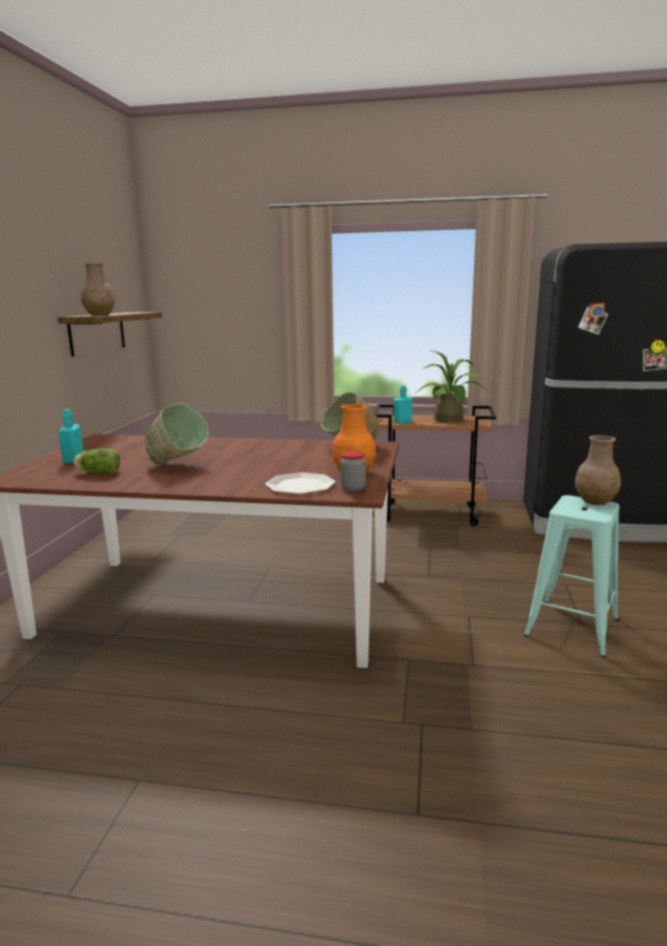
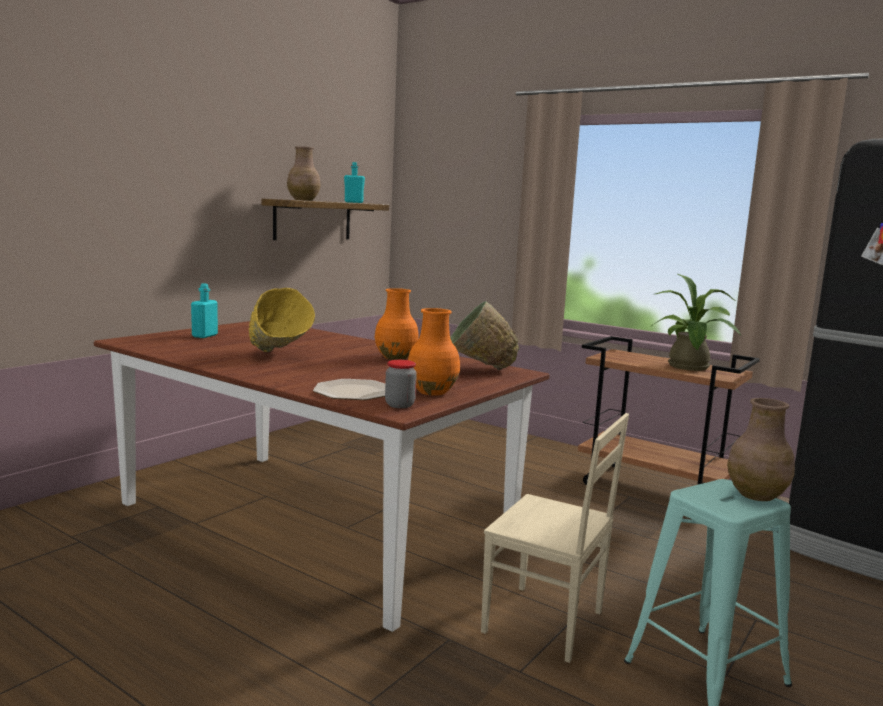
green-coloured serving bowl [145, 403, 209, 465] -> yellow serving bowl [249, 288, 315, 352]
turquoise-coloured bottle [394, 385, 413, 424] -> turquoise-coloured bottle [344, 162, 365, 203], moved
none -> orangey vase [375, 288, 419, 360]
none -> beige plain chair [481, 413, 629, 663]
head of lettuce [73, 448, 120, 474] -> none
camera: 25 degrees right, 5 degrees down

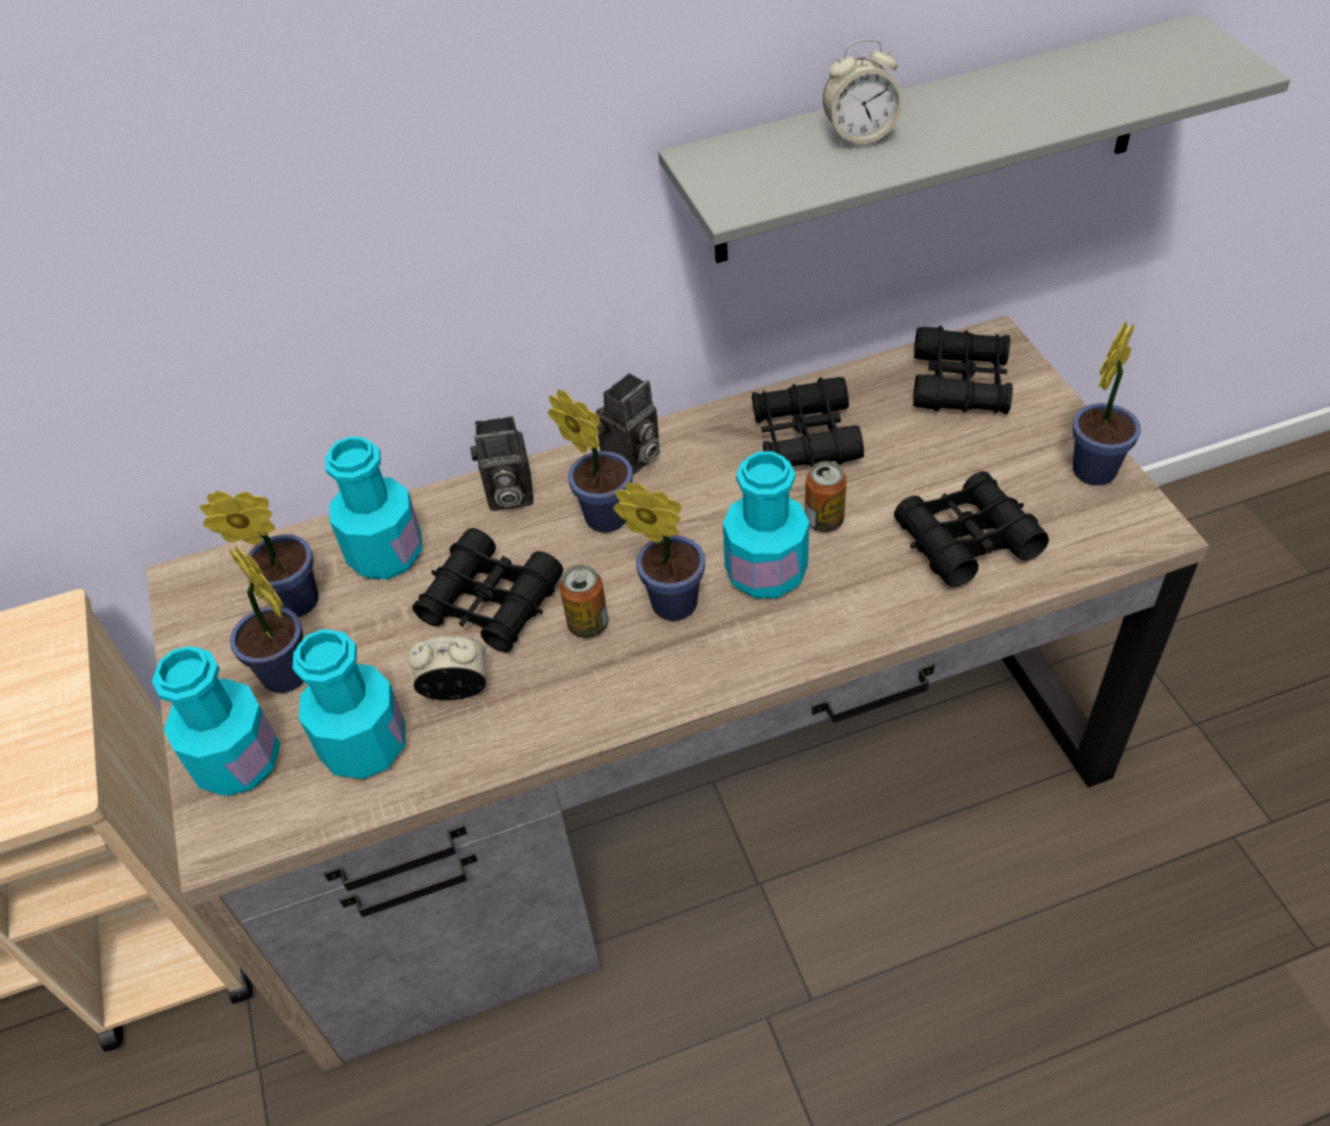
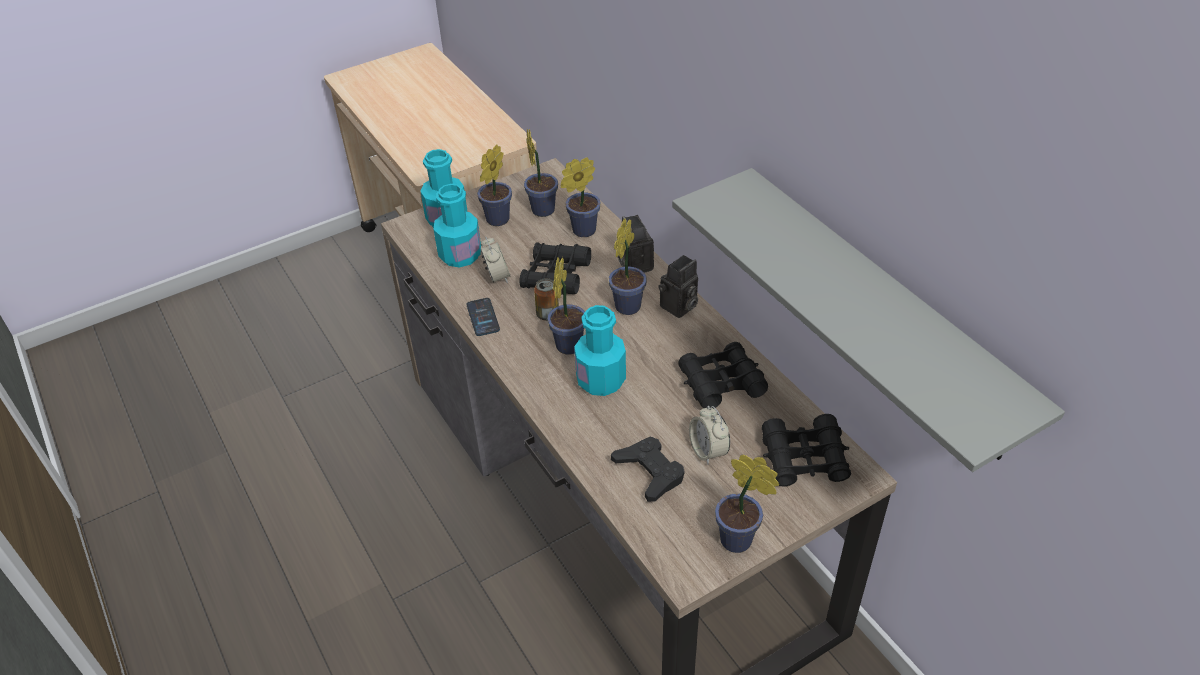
none -> telephone [466, 298, 500, 336]
turquoise-coloured bottle [325, 436, 423, 579] -> potted plant [561, 157, 601, 237]
black field glasses [894, 471, 1049, 587] -> black joypad [611, 436, 685, 502]
photo camera [596, 373, 660, 474] -> photo camera [658, 255, 698, 318], 75 degrees counterclockwise
alarm clock [823, 39, 903, 146] -> alarm clock [689, 406, 730, 465], moved
metal can [805, 461, 847, 532] -> none
camera: 75 degrees right, 5 degrees down

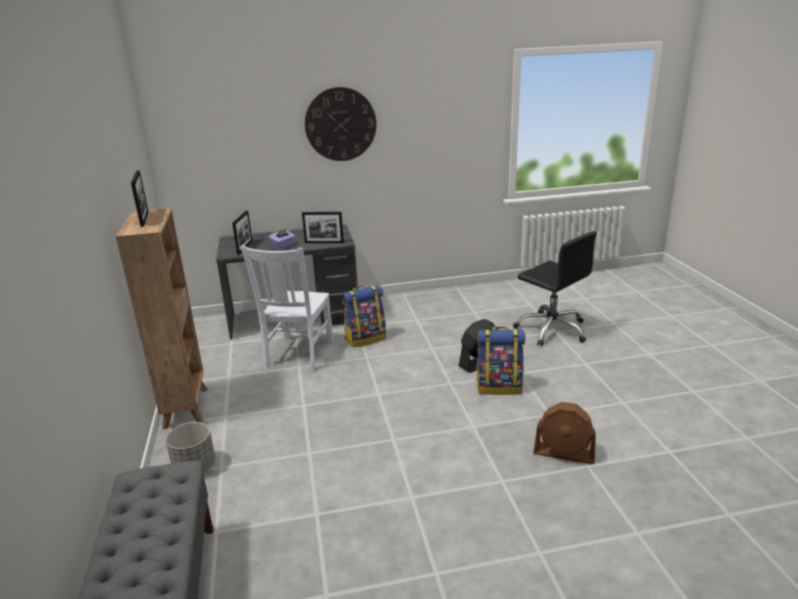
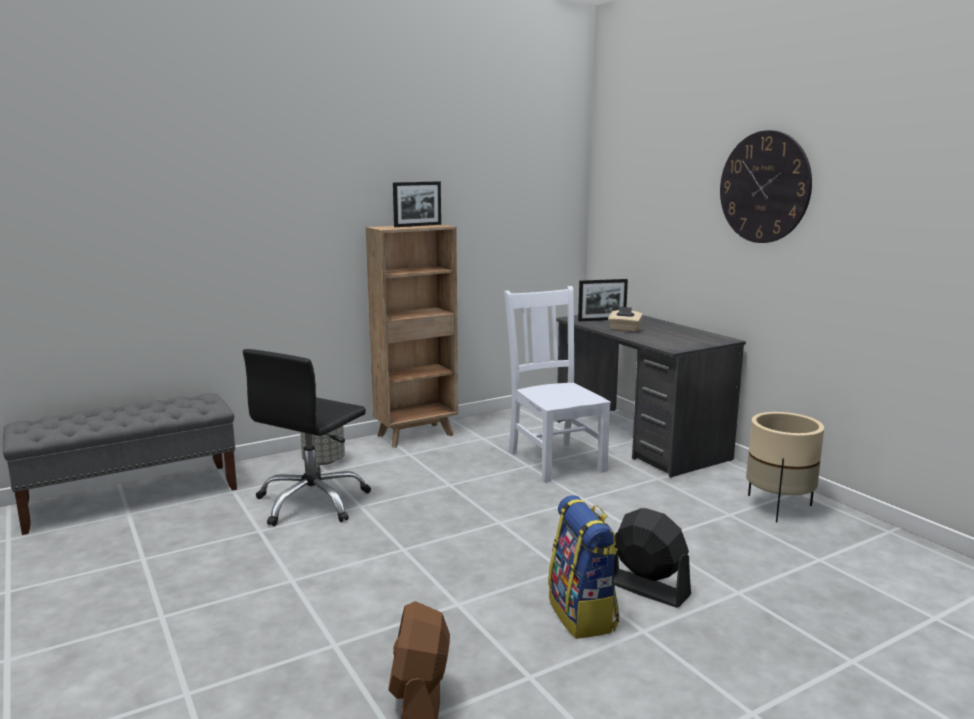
black office chair [513, 231, 597, 346] -> black office chair [243, 349, 371, 526], moved
whitish plain chair [241, 246, 334, 372] -> whitish plain chair [504, 286, 611, 483], 75 degrees clockwise
purple-coloured tissue box [268, 228, 296, 250] -> beige tissue box [608, 306, 643, 332]
none -> beige planter [746, 412, 824, 522]
standing frame [302, 212, 344, 243] -> none
rucksack [343, 285, 386, 348] -> none
camera: 70 degrees right, 10 degrees down

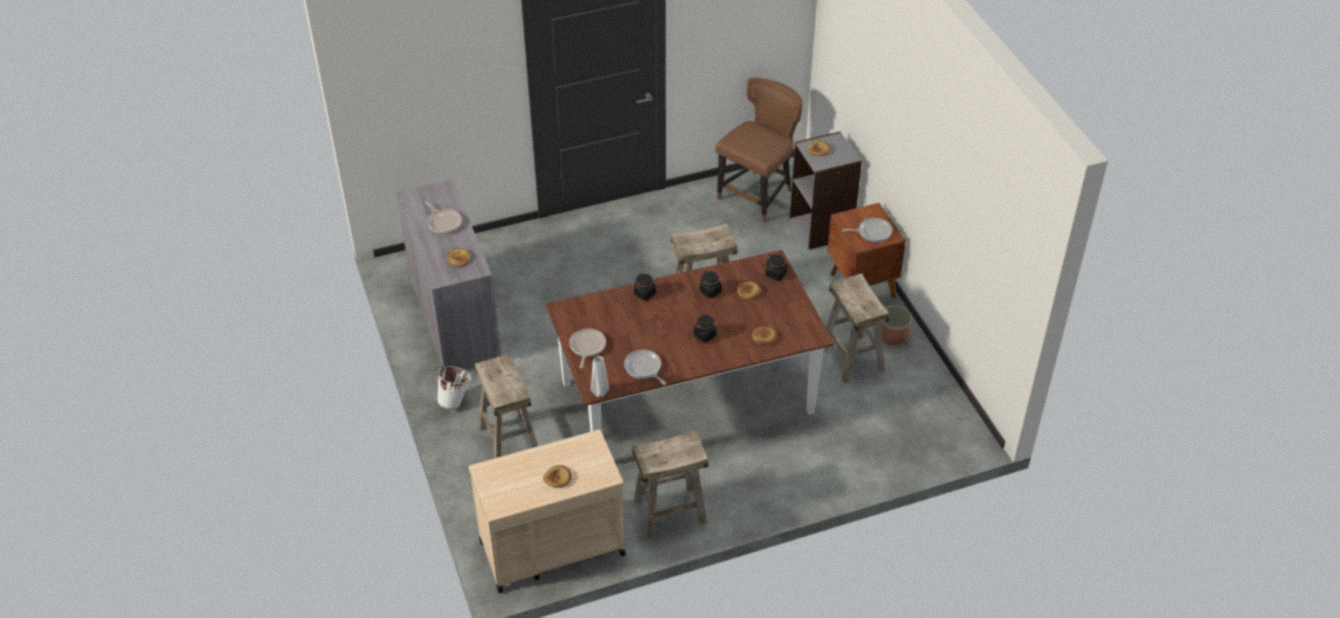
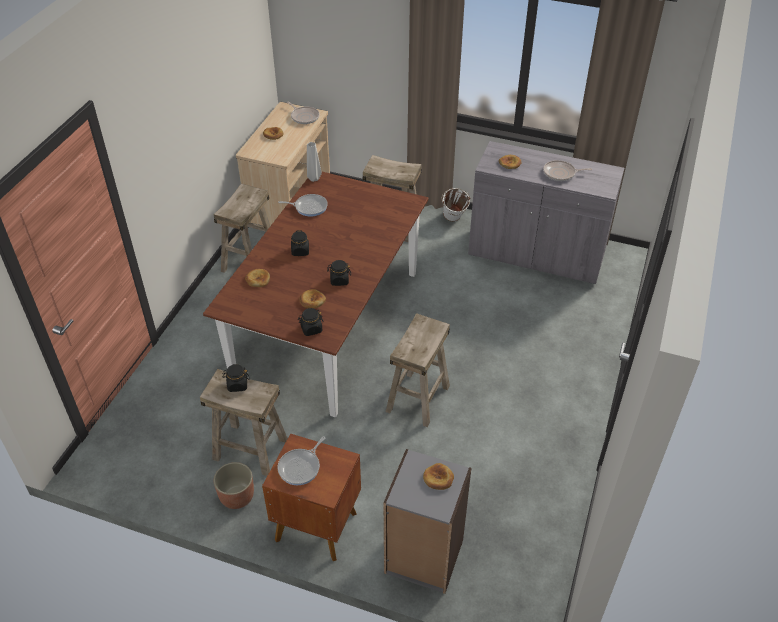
black storage jar [634, 274, 656, 301] -> black storage jar [223, 364, 249, 392], moved
pan [569, 329, 606, 368] -> pan [287, 102, 320, 124], moved
brown plain chair [716, 78, 803, 222] -> none
camera: 130 degrees right, 0 degrees up

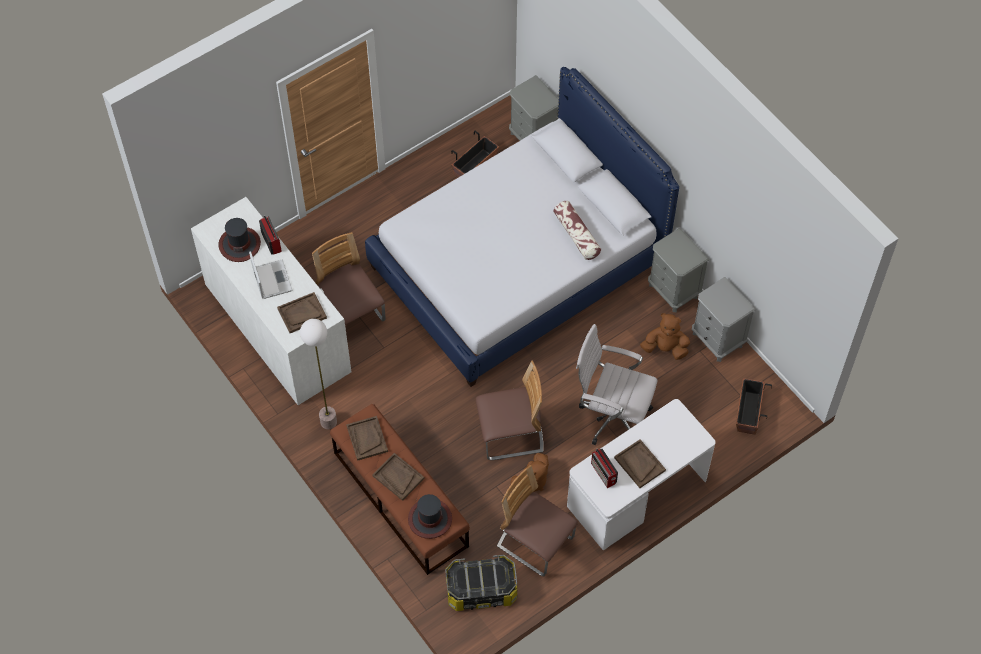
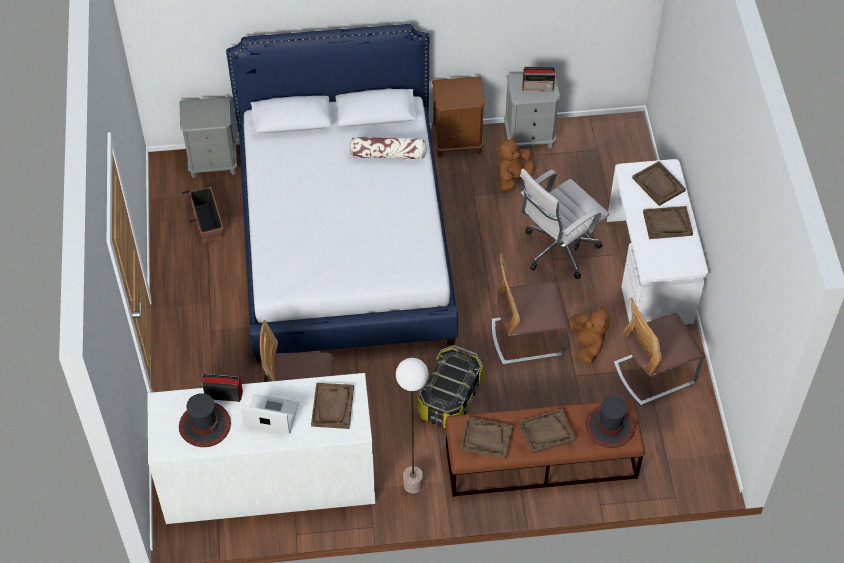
storage container [445, 555, 517, 611] -> storage container [417, 345, 483, 428], moved
greyish night table [648, 228, 709, 312] -> brown night table [432, 76, 486, 158]
plain chair [476, 361, 543, 460] -> plain chair [492, 254, 570, 365], 120 degrees counterclockwise
radio receiver [591, 449, 618, 488] -> radio receiver [522, 67, 556, 91], moved
none -> brown tray [632, 161, 686, 206]
planter [736, 378, 772, 435] -> none
camera: 60 degrees left, 5 degrees down

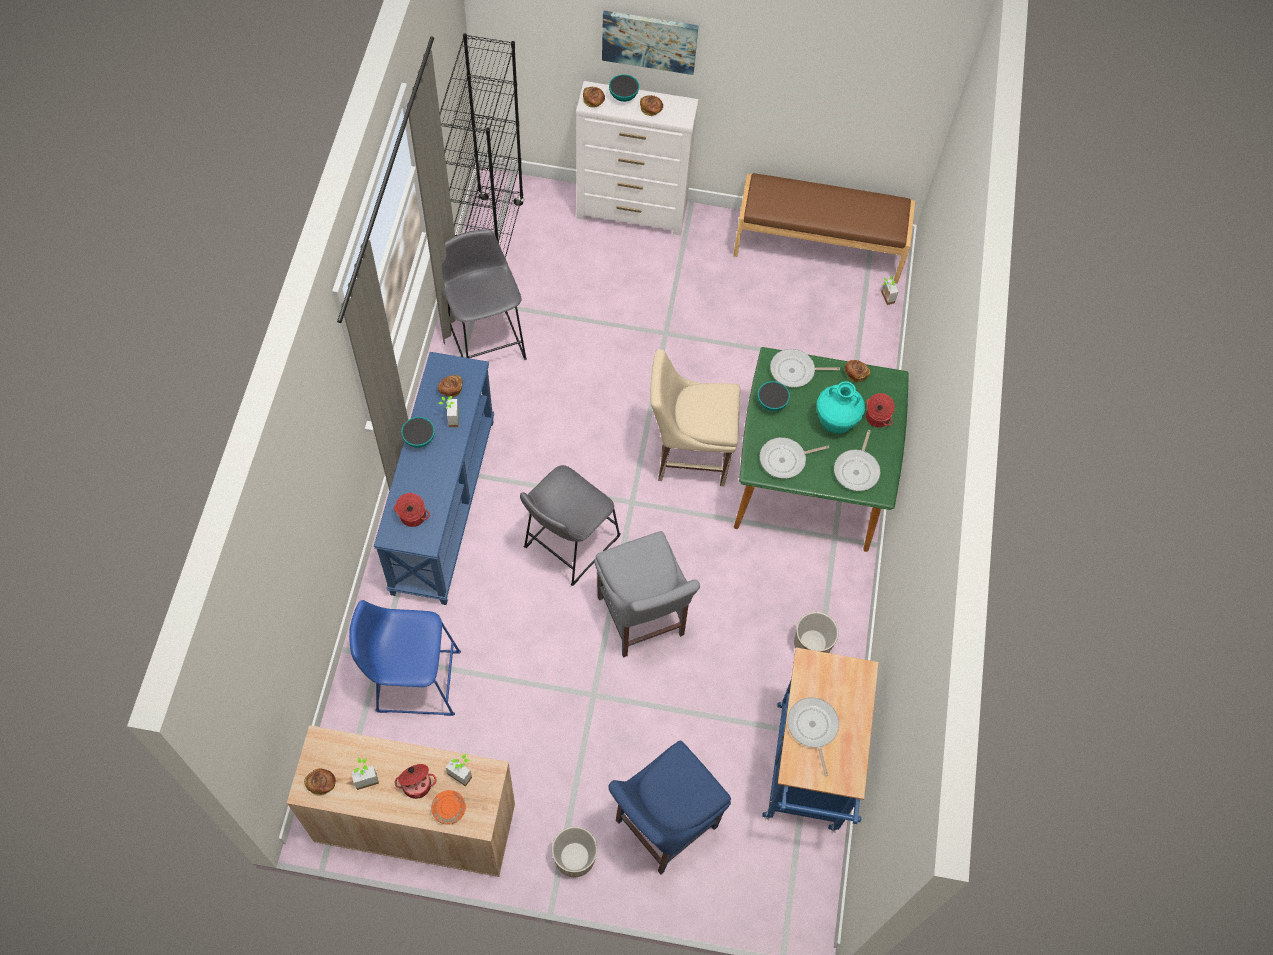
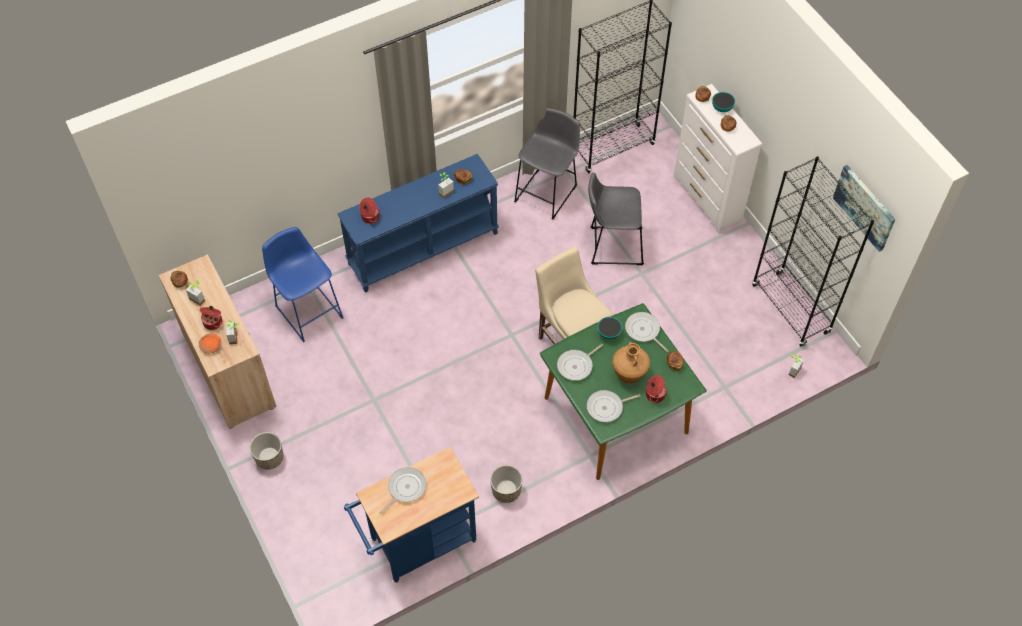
pan [760, 437, 829, 479] -> pan [557, 344, 603, 381], 75 degrees counterclockwise
greyish stool [520, 465, 621, 586] -> greyish stool [588, 172, 644, 265], moved
turquoise-coloured vase [817, 381, 865, 433] -> brown vase [612, 342, 650, 384]
brown long seat [733, 173, 915, 284] -> black shelving unit [752, 156, 874, 347]
wall picture [602, 11, 699, 75] -> wall picture [833, 165, 896, 252], moved
serving bowl [401, 417, 435, 448] -> none
greyish plain chair [595, 531, 700, 658] -> none
blue plain chair [608, 740, 731, 875] -> none
camera: 55 degrees right, 5 degrees down

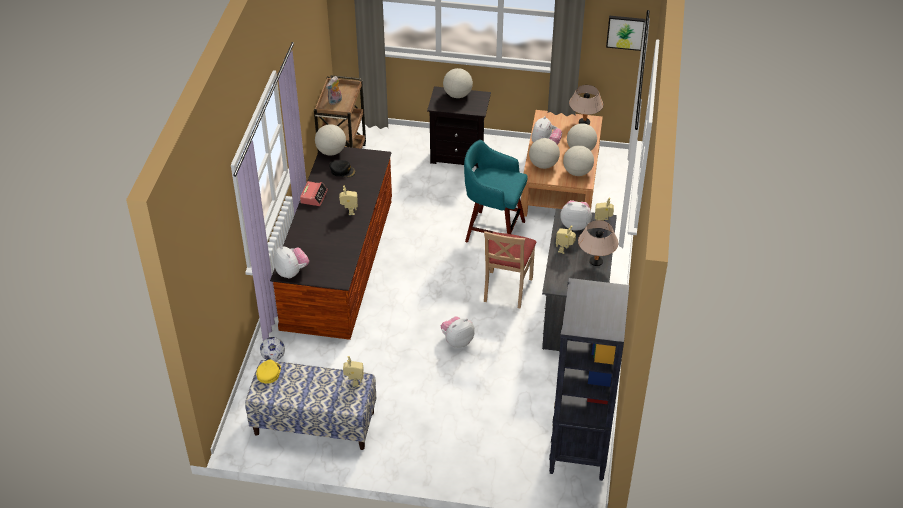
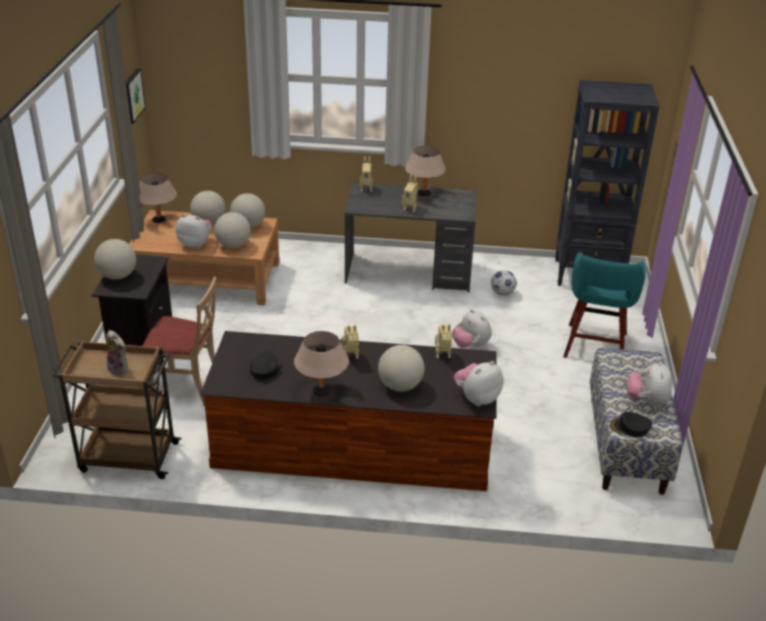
beige plain chair [484, 231, 536, 308] -> beige plain chair [142, 276, 216, 406], moved
alarm clock [300, 181, 328, 206] -> beige tabletop lamp [294, 331, 349, 396]
world globe [315, 124, 346, 156] -> world globe [378, 345, 425, 392], moved
model robot [343, 356, 364, 387] -> model robot [435, 323, 452, 358], moved
football ball [260, 337, 285, 361] -> football ball [491, 270, 517, 296], moved
turquoise-coloured stool [464, 140, 528, 243] -> turquoise-coloured stool [563, 252, 646, 358], moved
yellow baseball cap [256, 360, 281, 384] -> black baseball cap [610, 412, 652, 438]
plush toy [560, 200, 592, 231] -> plush toy [627, 361, 672, 408], moved
camera: 95 degrees left, 10 degrees down

